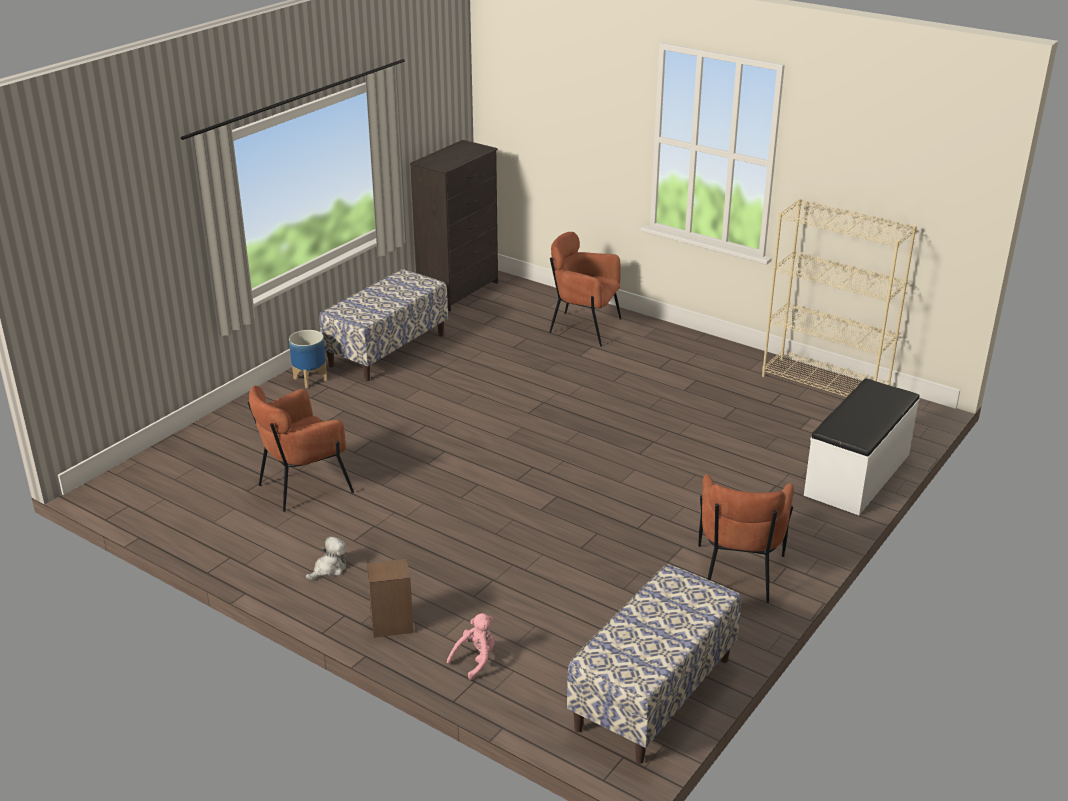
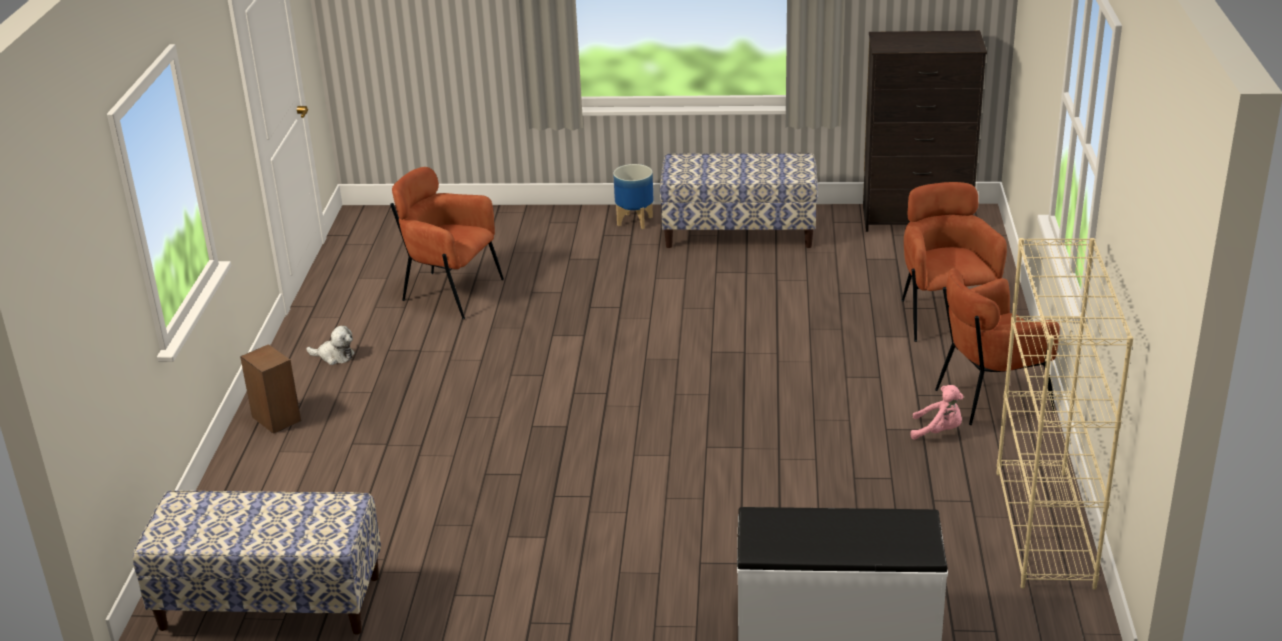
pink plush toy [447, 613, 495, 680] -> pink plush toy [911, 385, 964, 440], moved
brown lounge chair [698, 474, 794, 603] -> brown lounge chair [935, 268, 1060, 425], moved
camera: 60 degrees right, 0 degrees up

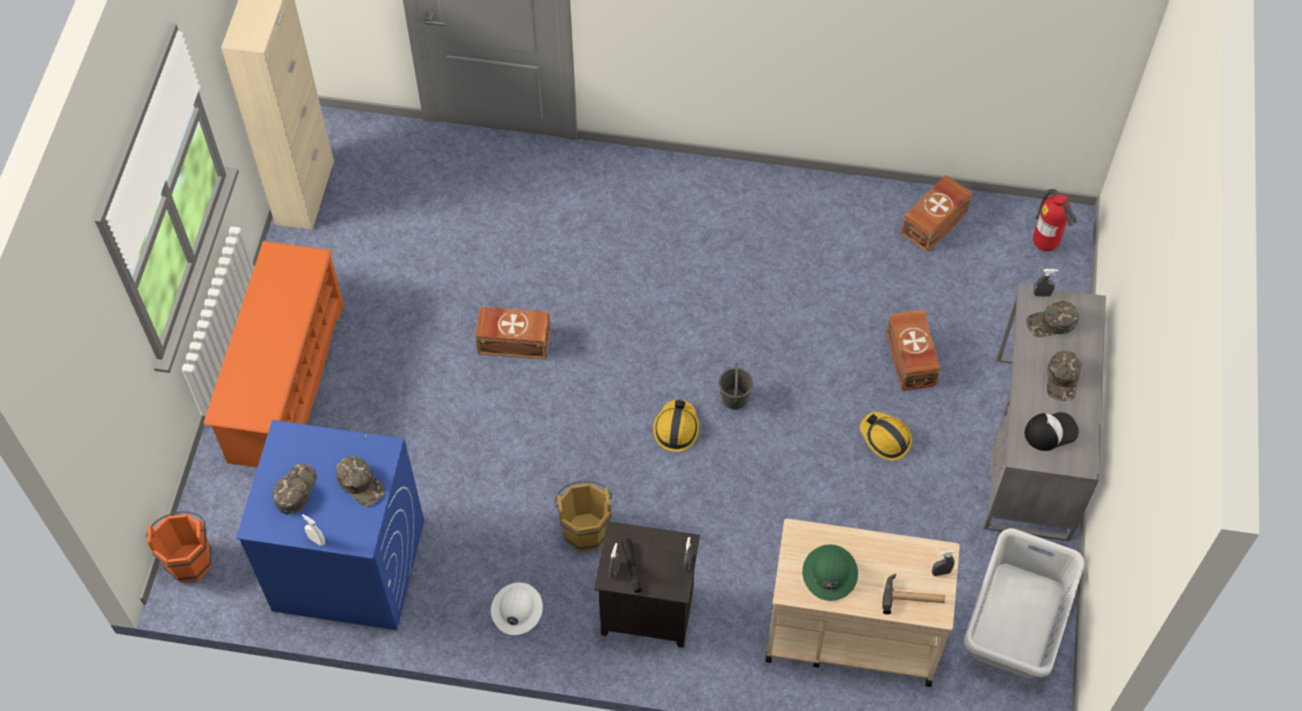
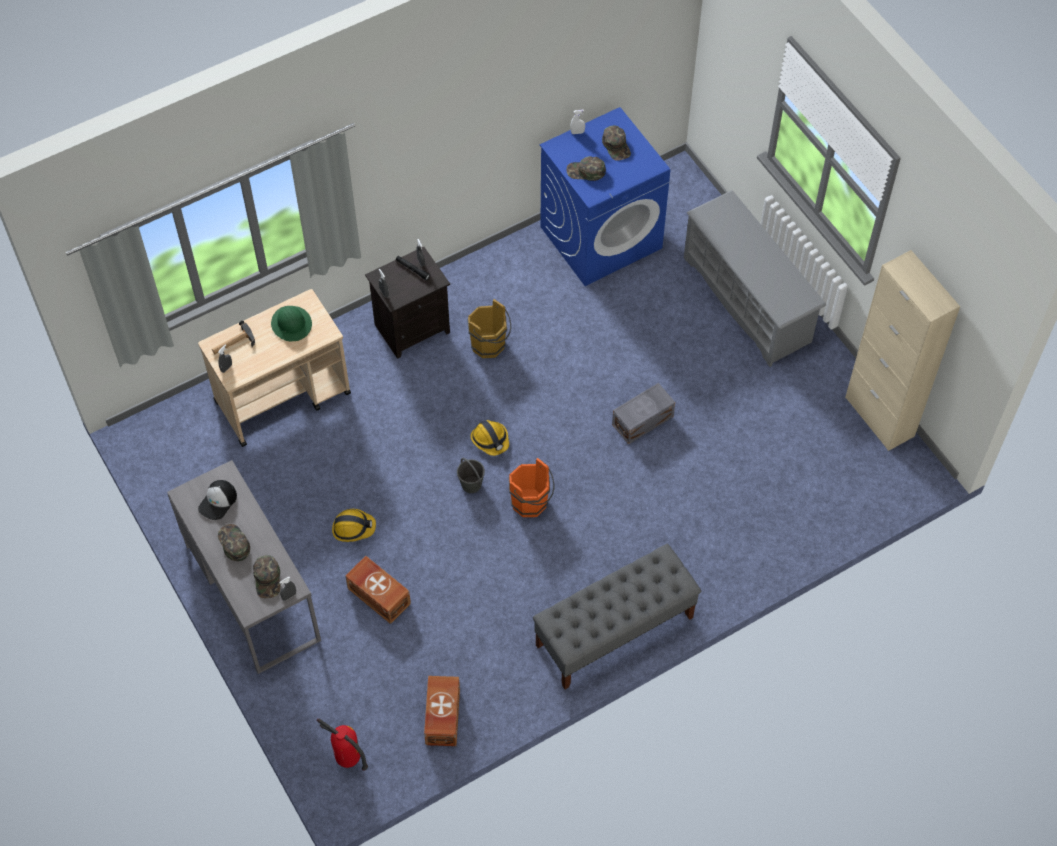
green-coloured baseball cap [1026, 301, 1079, 337] -> green-coloured baseball cap [253, 555, 280, 598], 135 degrees clockwise
orangey bucket [146, 511, 211, 583] -> orangey bucket [509, 458, 554, 517], moved
none -> greyish long seat [533, 544, 701, 689]
brown storage container [475, 307, 551, 360] -> greyish storage container [612, 383, 675, 444]
orangey shoe rack [204, 241, 344, 468] -> greyish shoe rack [684, 190, 826, 367]
whitish safety helmet [491, 582, 543, 635] -> none
greyish washing basket [964, 528, 1085, 678] -> none
camera: 140 degrees right, 0 degrees up

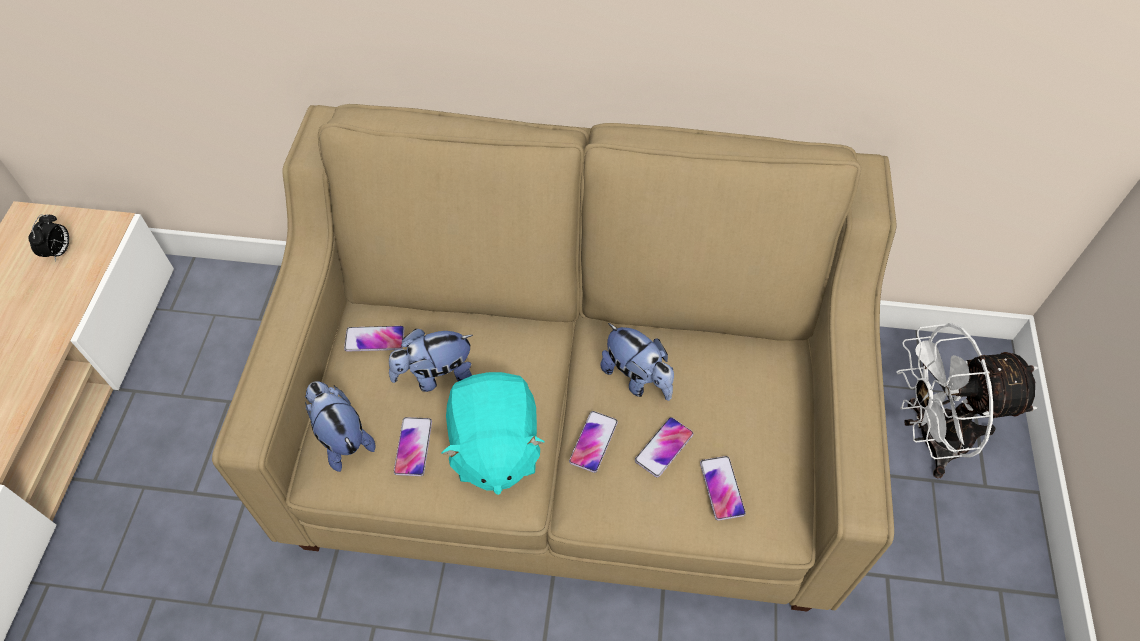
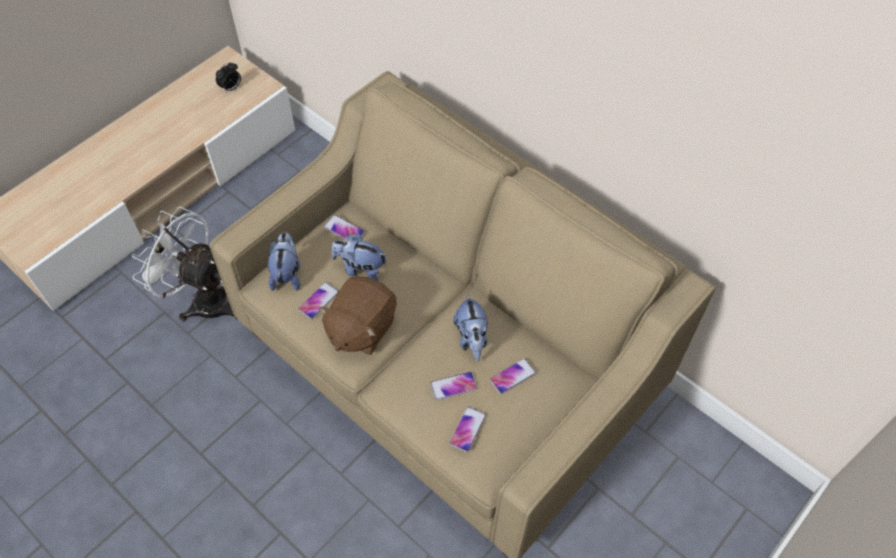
whitish fan [896, 323, 1038, 478] -> whitish fan [132, 207, 238, 321], moved
turquoise-coloured plush toy [441, 372, 545, 495] -> brown plush toy [318, 276, 397, 355]
telephone [569, 411, 618, 473] -> telephone [490, 358, 536, 394], moved
camera: 35 degrees right, 0 degrees up

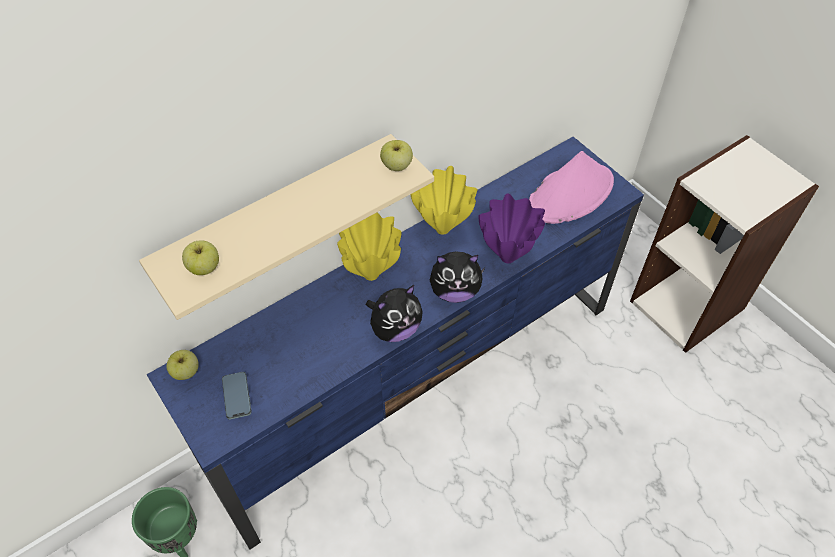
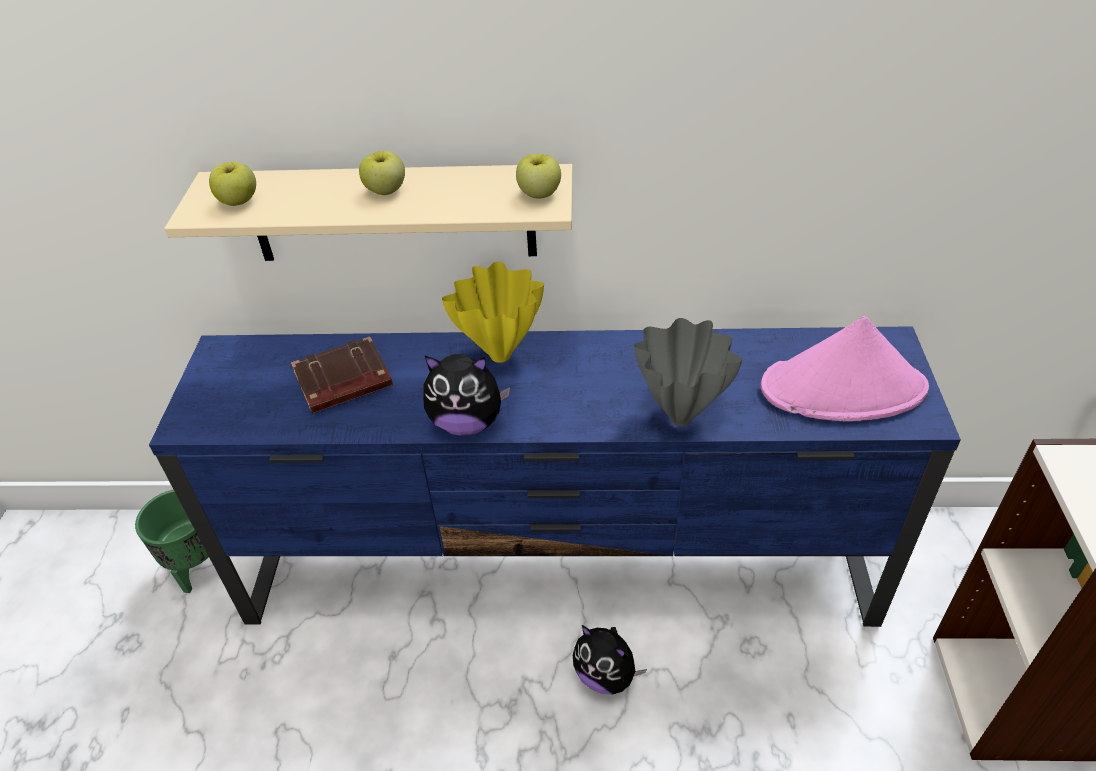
none -> brown book [291, 337, 393, 413]
whole apple [167, 350, 199, 380] -> whole apple [359, 151, 405, 195], moved
plush toy [430, 252, 485, 303] -> plush toy [573, 625, 647, 695], moved
purple-coloured vase [478, 193, 545, 263] -> greyish vase [634, 318, 742, 426]
telephone [222, 372, 251, 420] -> none
yellow vase [410, 166, 478, 235] -> none
camera: 40 degrees right, 10 degrees down

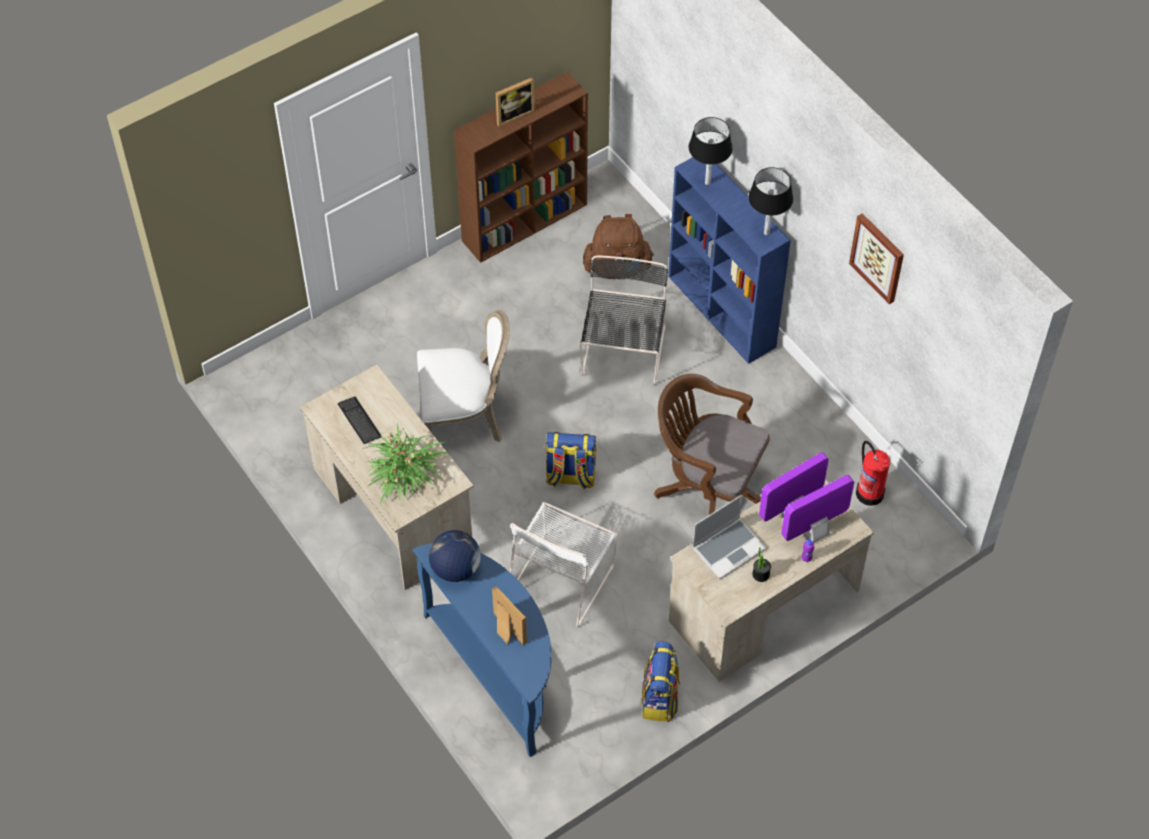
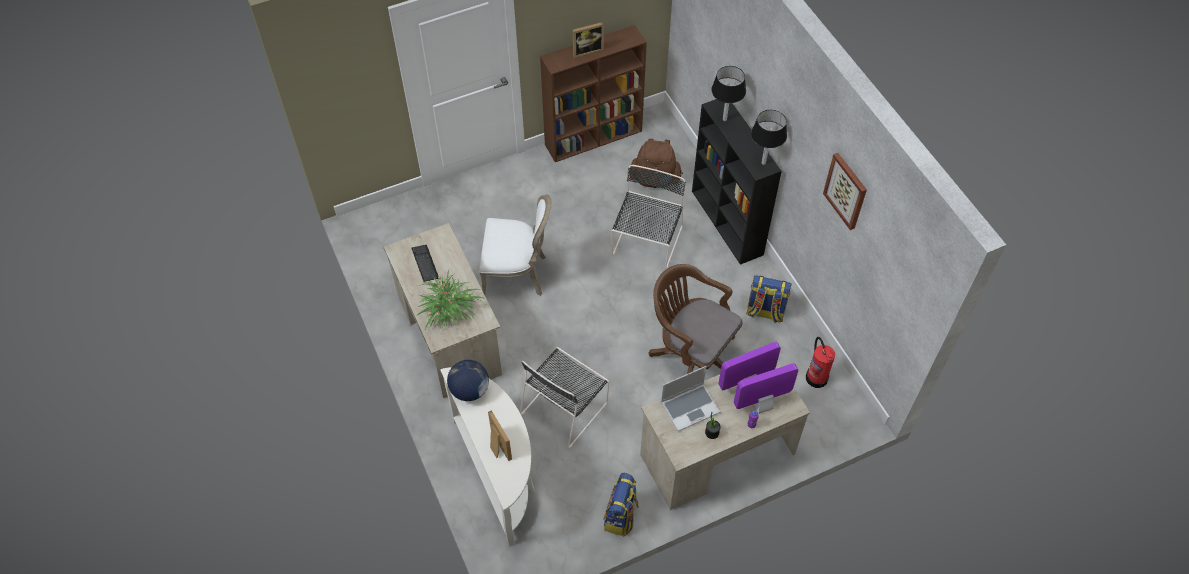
blue console table [413, 544, 552, 757] -> whitish console table [440, 367, 535, 547]
whitish plain chair [510, 502, 618, 627] -> black plain chair [520, 347, 609, 448]
blue shelving unit [668, 157, 791, 364] -> black shelving unit [692, 99, 782, 265]
rucksack [545, 432, 596, 490] -> rucksack [746, 275, 792, 323], moved
camera: 10 degrees right, 0 degrees up

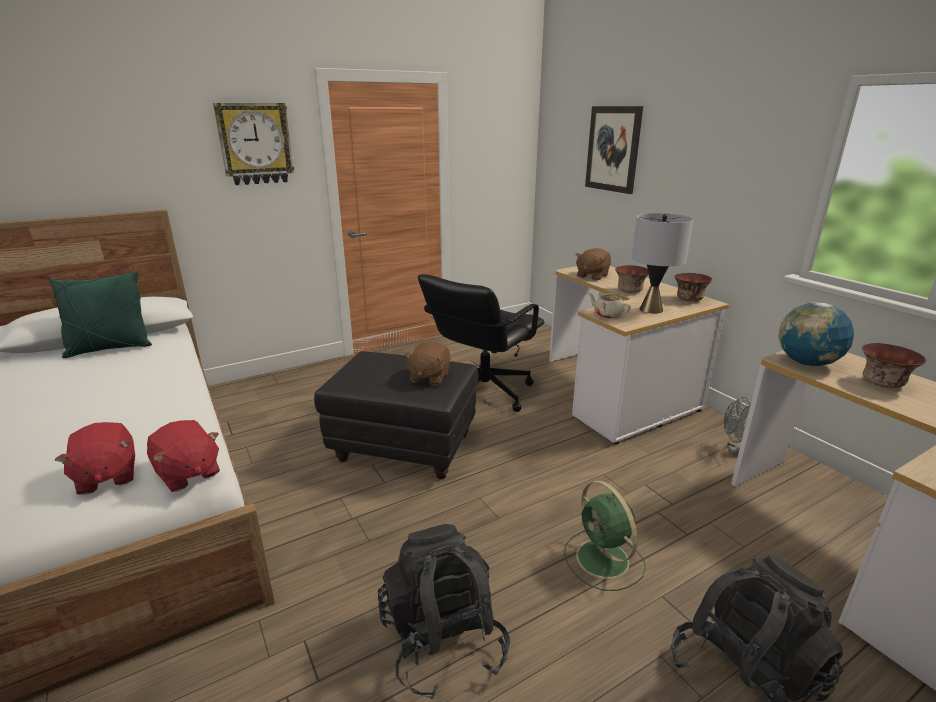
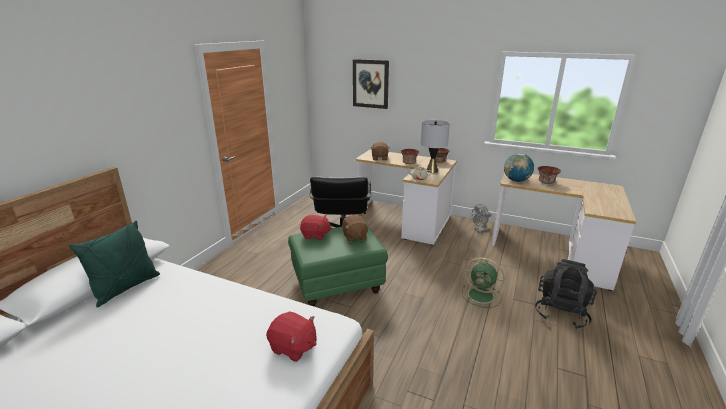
black footrest [314, 351, 479, 479] -> green-coloured footrest [288, 226, 388, 307]
reddish plush toy [147, 420, 220, 492] -> reddish plush toy [300, 215, 332, 240], moved
hanging clock [213, 103, 294, 185] -> none
black rucksack [378, 524, 510, 699] -> none
camera: 35 degrees left, 0 degrees up

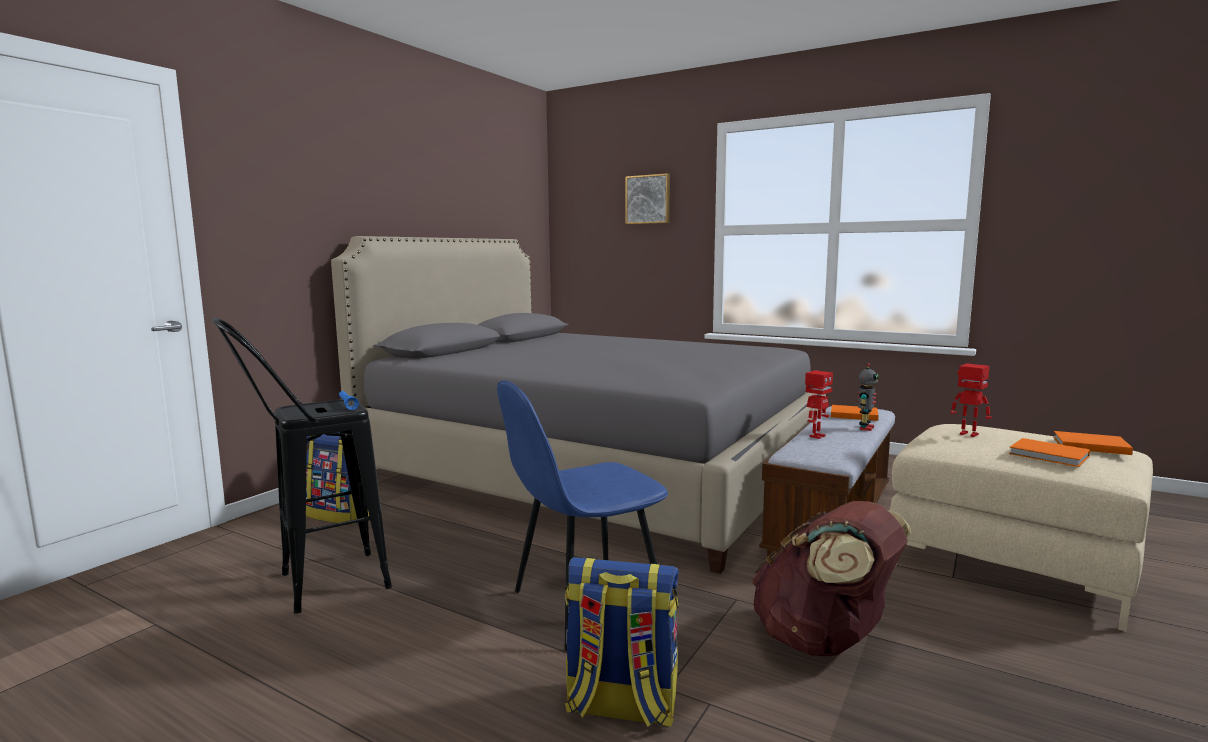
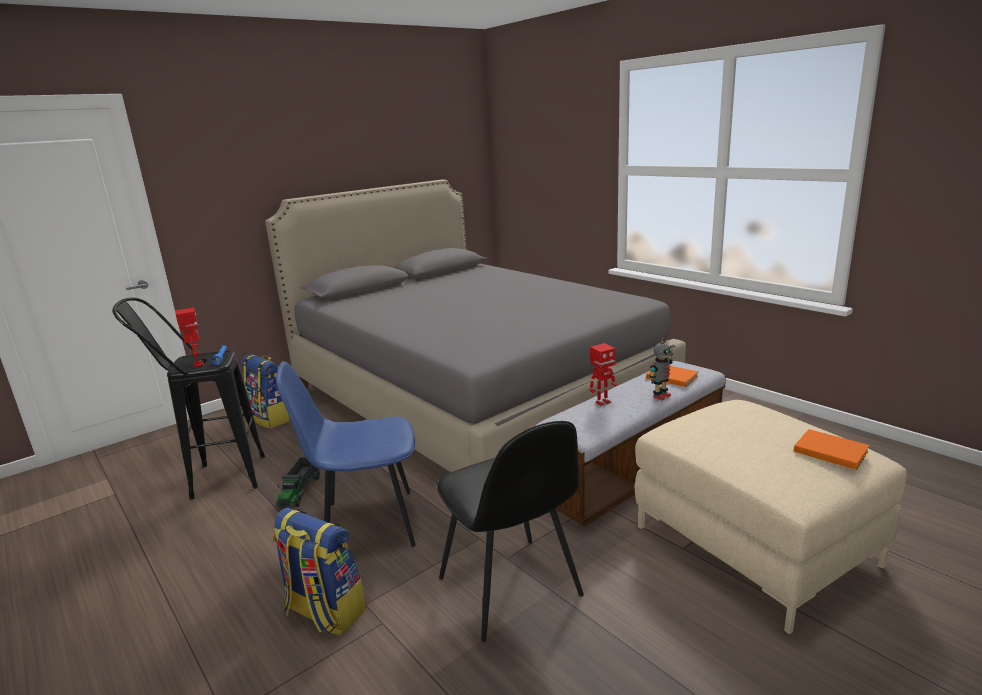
model robot [951, 363, 992, 437] -> model robot [176, 308, 204, 367], moved
none -> model truck [277, 457, 320, 508]
brown rucksack [751, 501, 911, 656] -> black plain chair [437, 421, 584, 642]
wall picture [625, 173, 670, 224] -> none
orangey book [1009, 438, 1090, 467] -> none
camera: 20 degrees right, 10 degrees up

